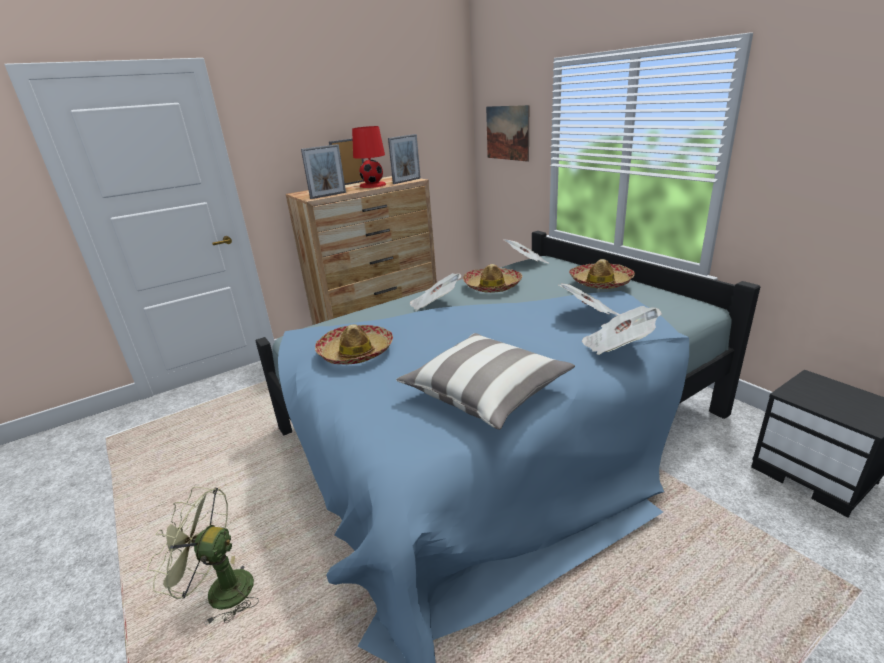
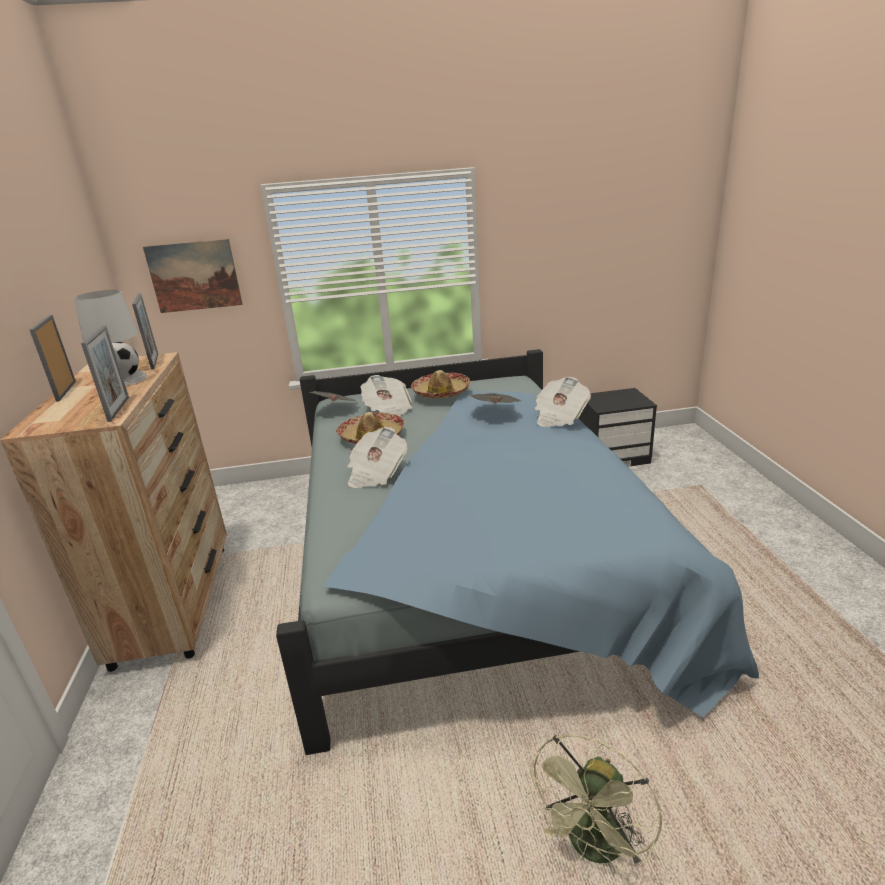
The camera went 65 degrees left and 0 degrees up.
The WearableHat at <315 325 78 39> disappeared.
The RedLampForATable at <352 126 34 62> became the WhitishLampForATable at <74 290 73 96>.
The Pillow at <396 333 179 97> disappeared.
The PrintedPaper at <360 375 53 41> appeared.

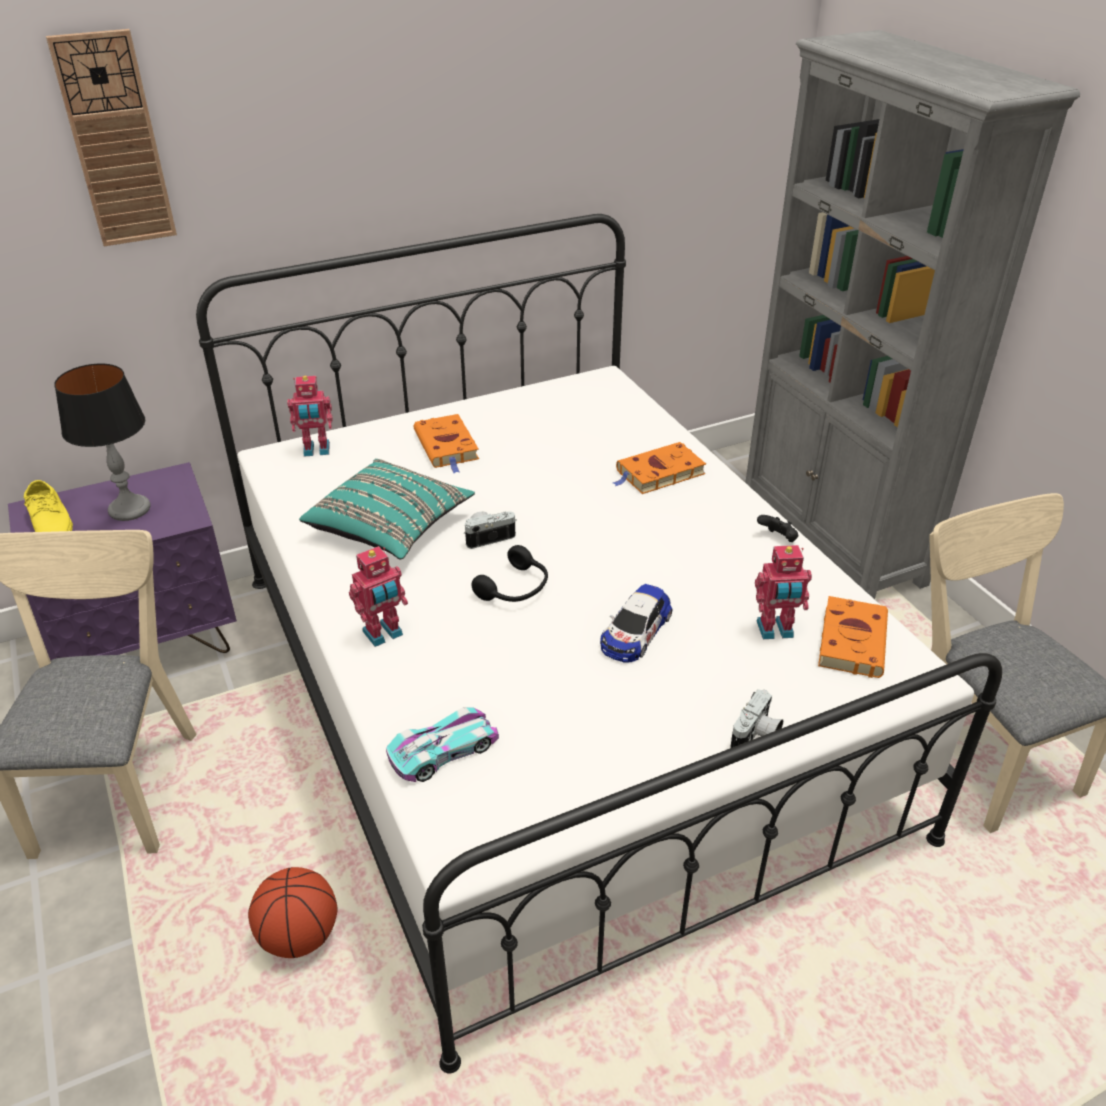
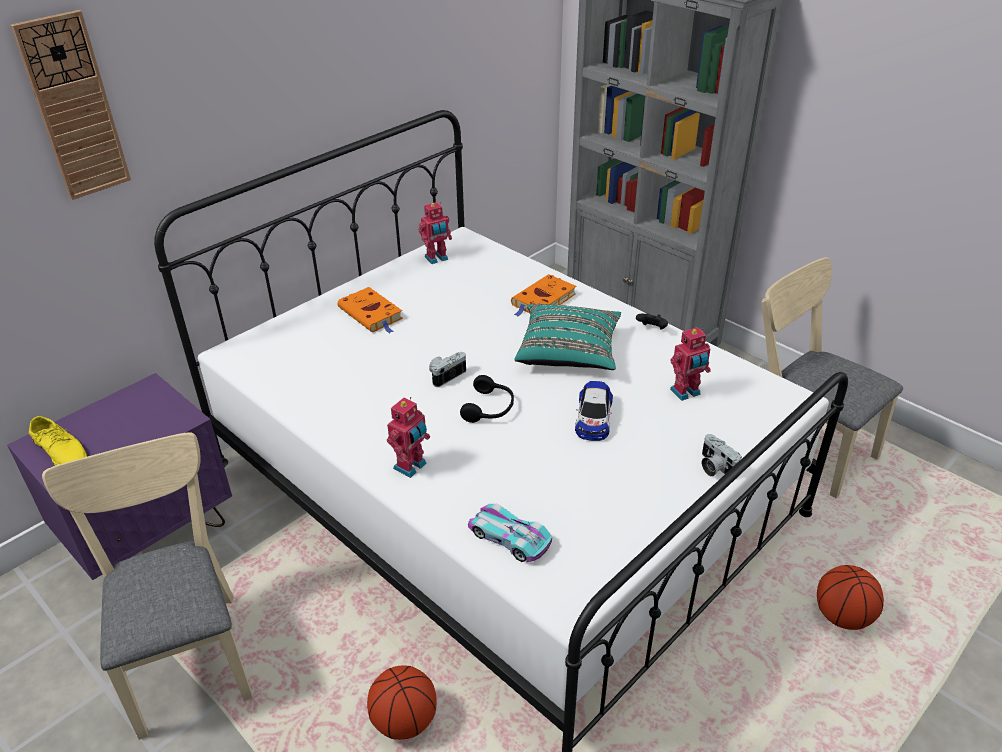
The camera went 20 degrees left and 0 degrees up.
The LampForATable at <54 364 96 157> disappeared.
The ToyRobot moved from <287 376 46 81> to <419 202 33 62>.
The TurquoiseColouredPillow moved from <299 459 176 101> to <514 304 107 66>.
The MiniatureCar at <386 707 113 75> turned 90 degrees counterclockwise.
The PhotoCamera at <730 689 53 59> turned 135 degrees clockwise.
The OrangeVolume at <818 596 70 82> disappeared.
The Basketball at <817 565 67 65> appeared.

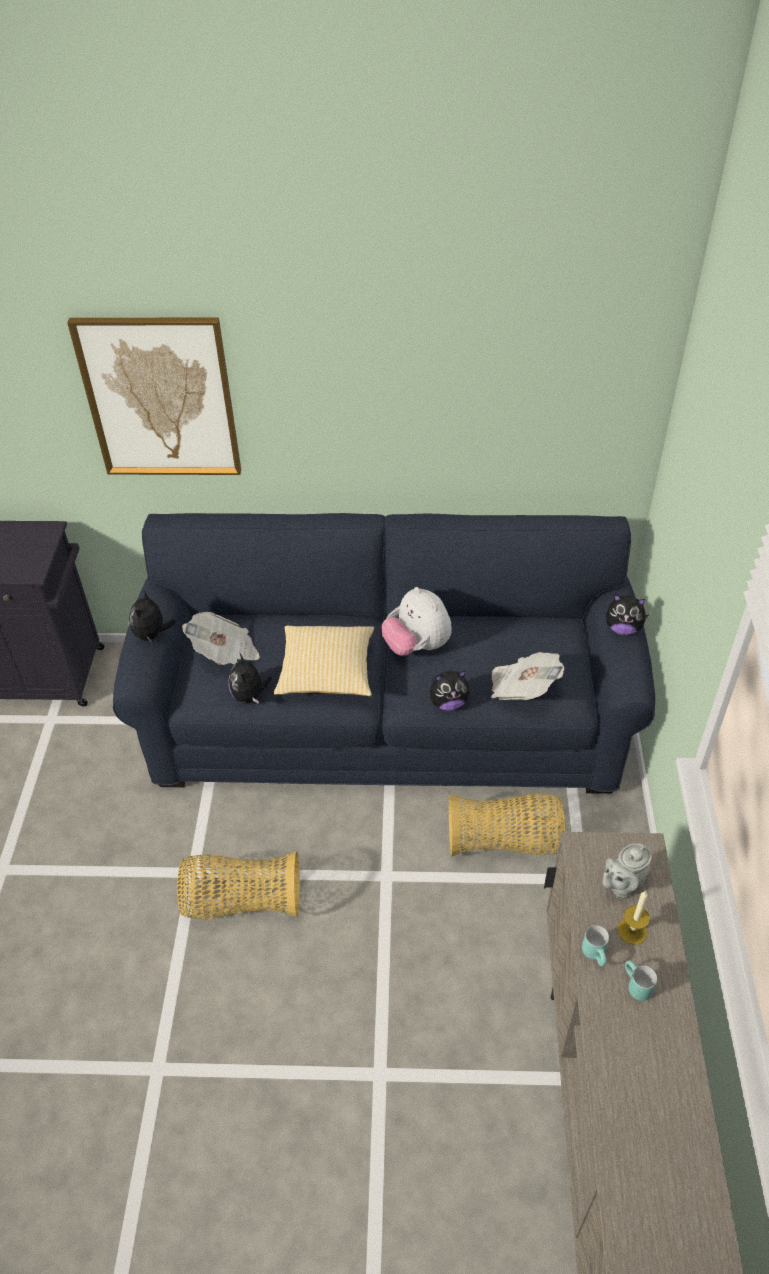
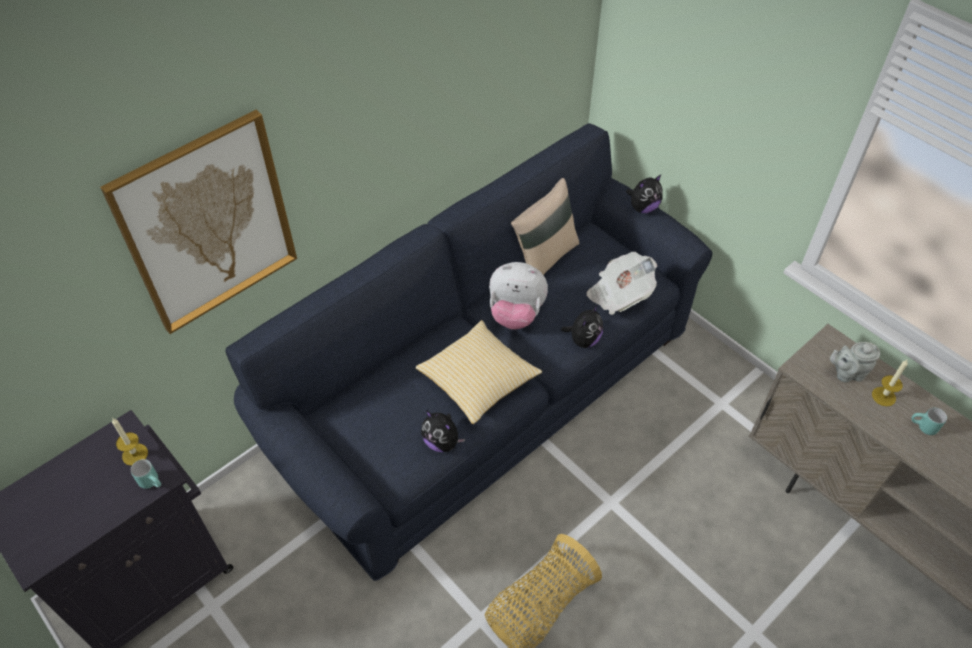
The camera went 45 degrees left and 5 degrees up.
The SoftToy at <129 591 46 51> disappeared.
The PrintedPaper at <182 612 78 53> disappeared.
The Basket at <449 793 117 64> disappeared.
The TurquoiseColouredTeaMug moved from <582 925 27 42> to <131 459 30 30>.
The GreyishTeapot at <603 843 49 56> turned 75 degrees clockwise.
The Candle at <112 418 36 48> appeared.
The BeigeColouredPillow at <511 178 68 97> appeared.

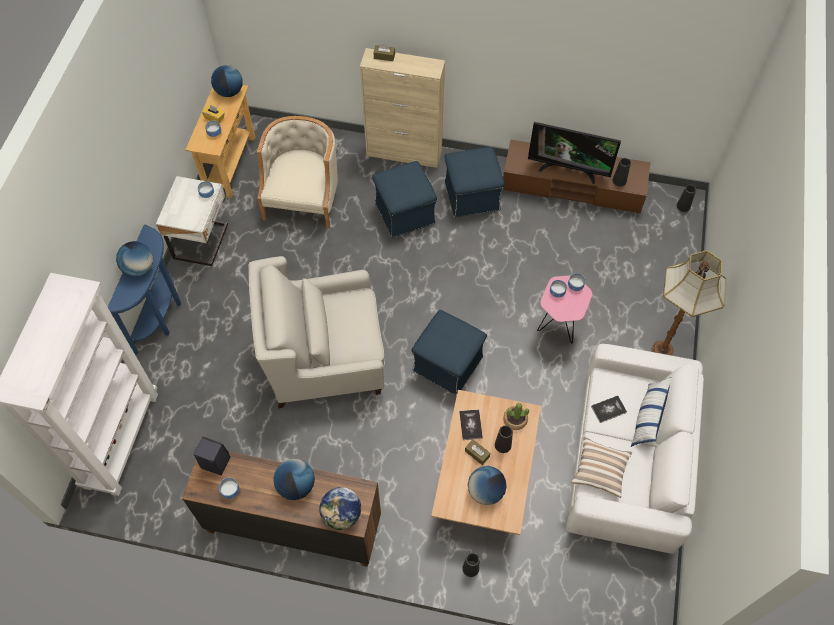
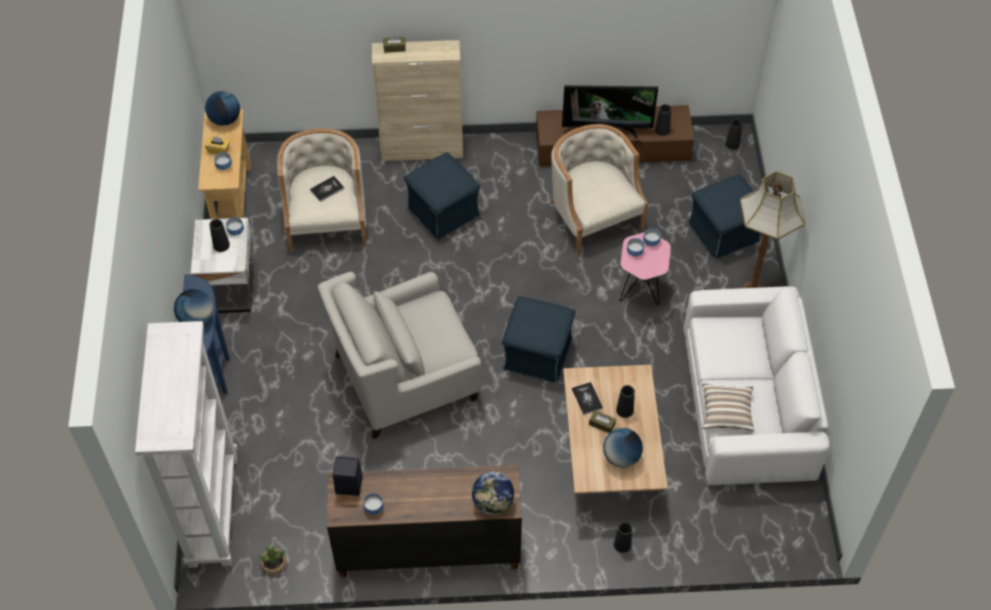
The camera went 15 degrees left and 5 degrees down.
The Globe at <273 459 42 41> disappeared.
The BluishFootrest moved from <445 147 60 71> to <688 174 73 86>.
The Houseplant moved from <503 403 26 27> to <260 545 27 30>.
The Volume moved from <591 396 36 27> to <310 176 34 26>.
The Pillow at <631 377 41 70> disappeared.
The BlackColouredFlowerVase at <210 219 20 33> appeared.
The BeigeColouredArmchair at <550 124 98 131> appeared.

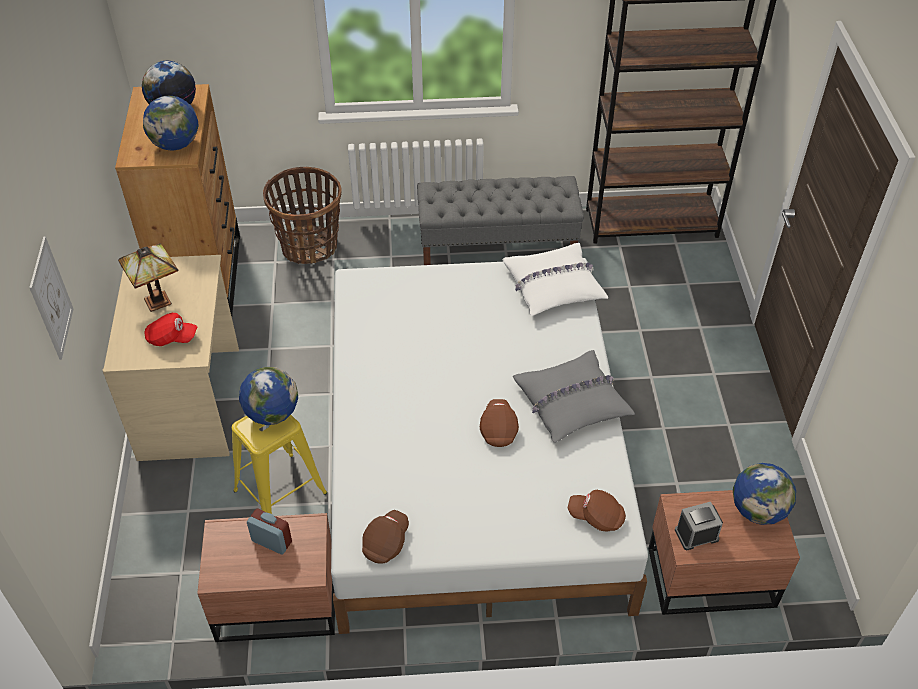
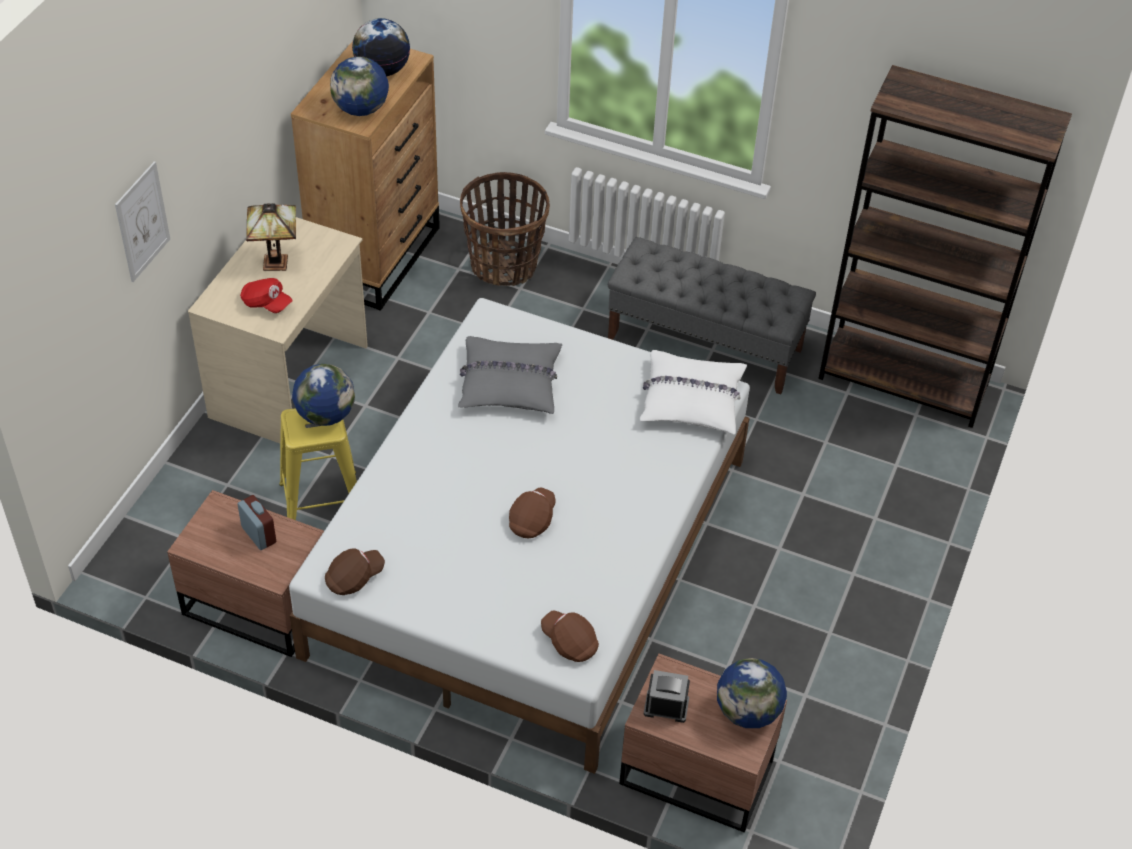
The camera went 25 degrees right and 0 degrees up.
The GreyishPillow moved from <513 350 122 93> to <458 336 104 78>.

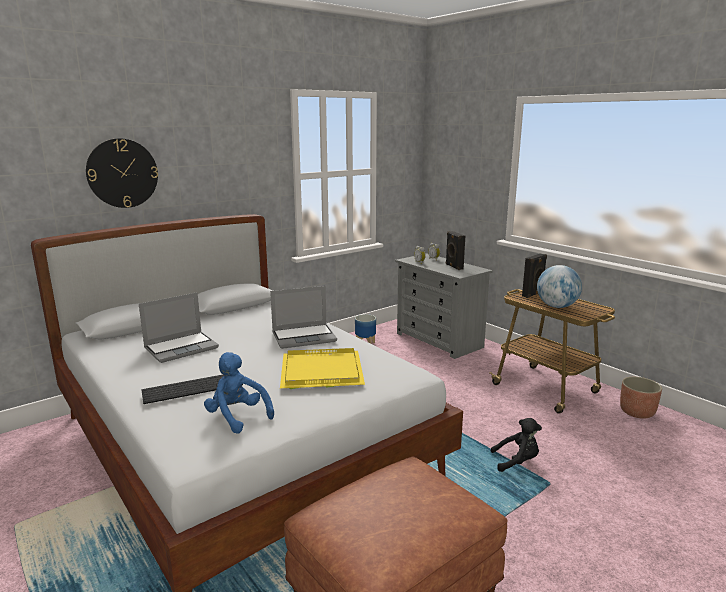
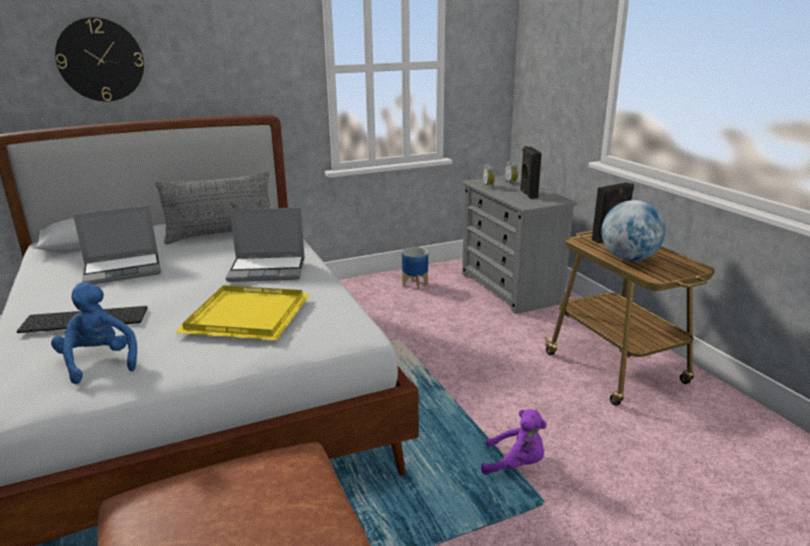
The camera went 15 degrees right and 5 degrees up.
The BlackColouredSoftToy at <491 418 51 54> became the PurplishSoftToy at <481 409 66 66>.
The PlantPot at <620 377 42 42> disappeared.
The GreyishPillow at <155 171 115 73> appeared.

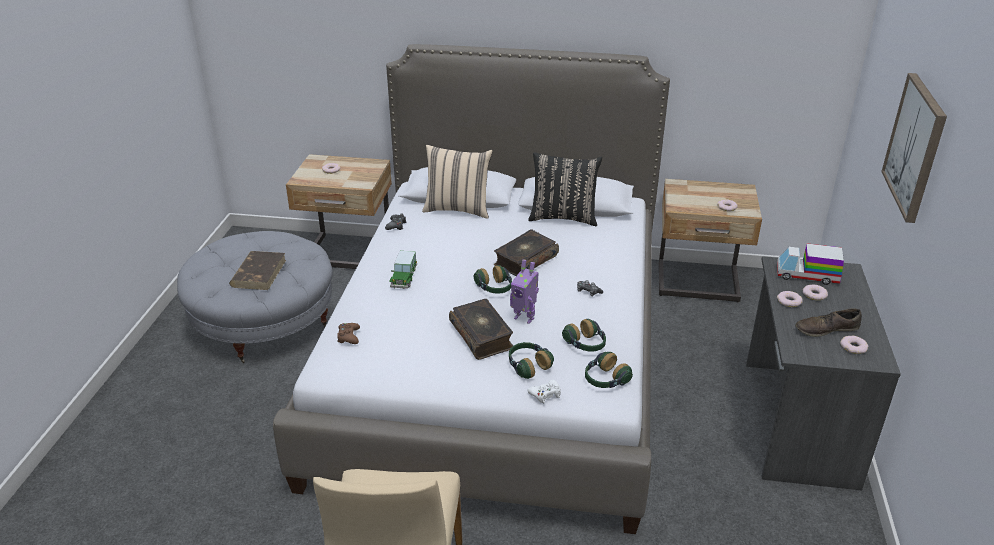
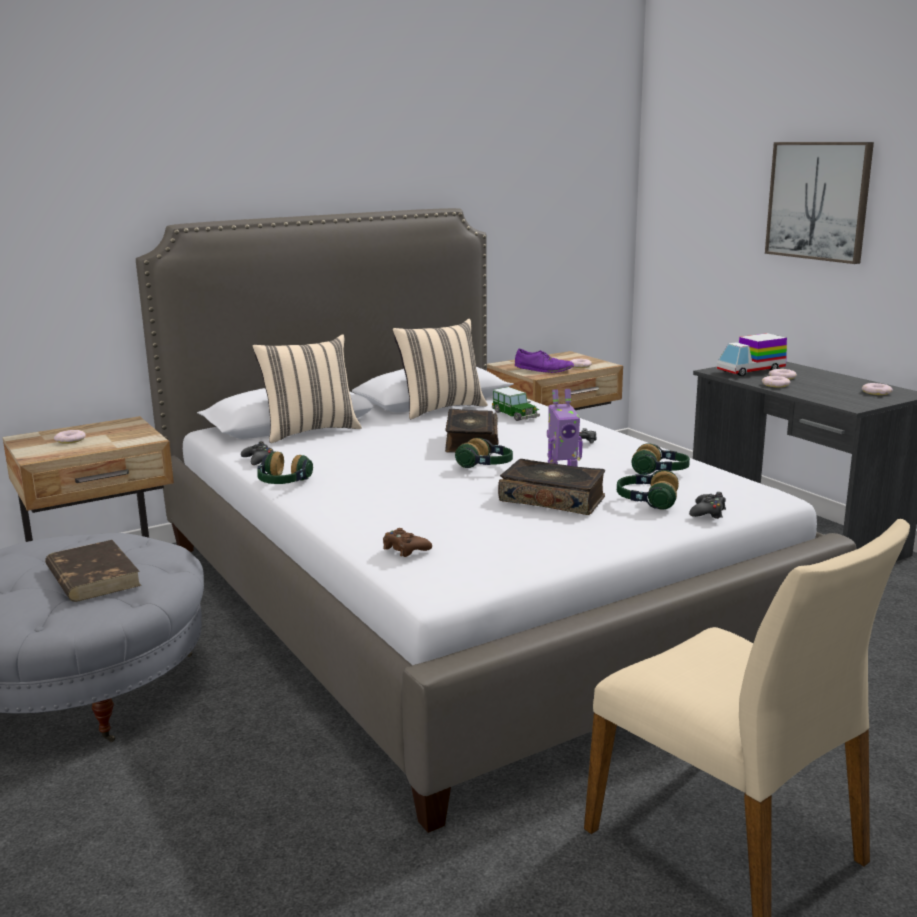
The camera went 40 degrees left and 15 degrees down.
The MiniatureCar moved from <389 251 28 38> to <492 387 48 34>.
The WhitishGameController at <527 380 34 24> became the BlackColouredGameController at <689 492 37 27>.
The BlackColouredPillow at <528 152 74 74> became the BeigeColouredPillow at <392 319 96 100>.
The Headset moved from <585 352 48 36> to <257 452 56 32>.
The BrownColouredItemOfFootwear at <795 308 67 29> disappeared.
The PurplishItemOfFootwear at <515 349 59 24> appeared.

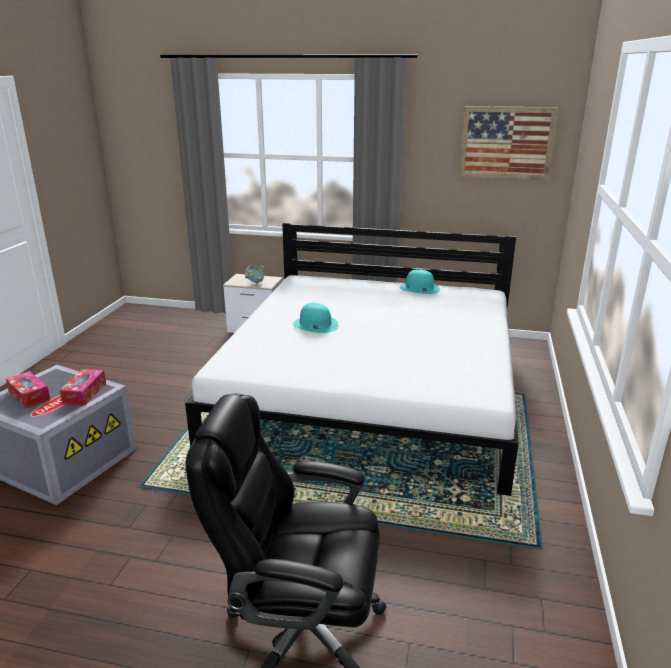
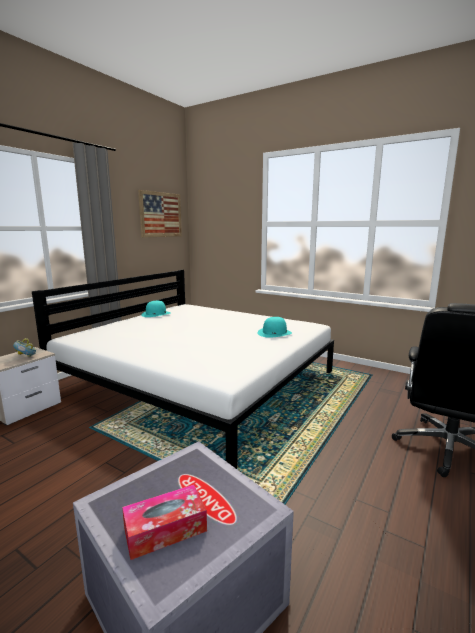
The camera went 70 degrees left and 10 degrees down.
The TissueHolder at <59 369 47 37> disappeared.
The TurquoiseColouredWearableHat moved from <293 303 46 30> to <257 317 35 21>.

